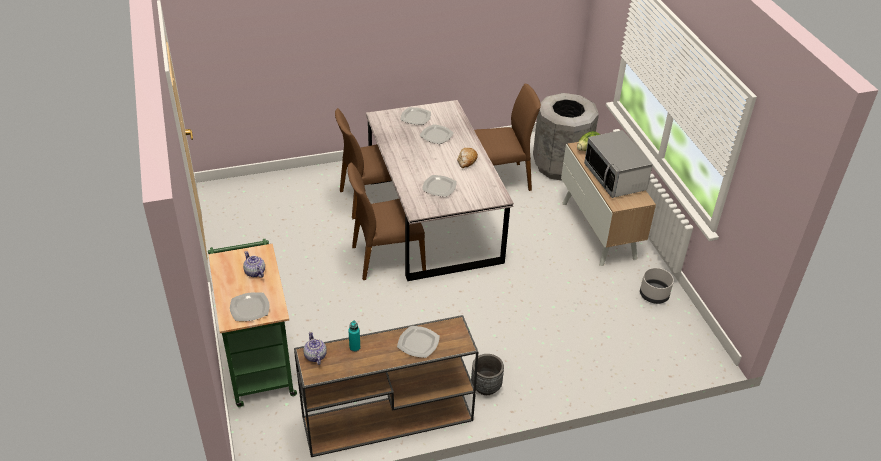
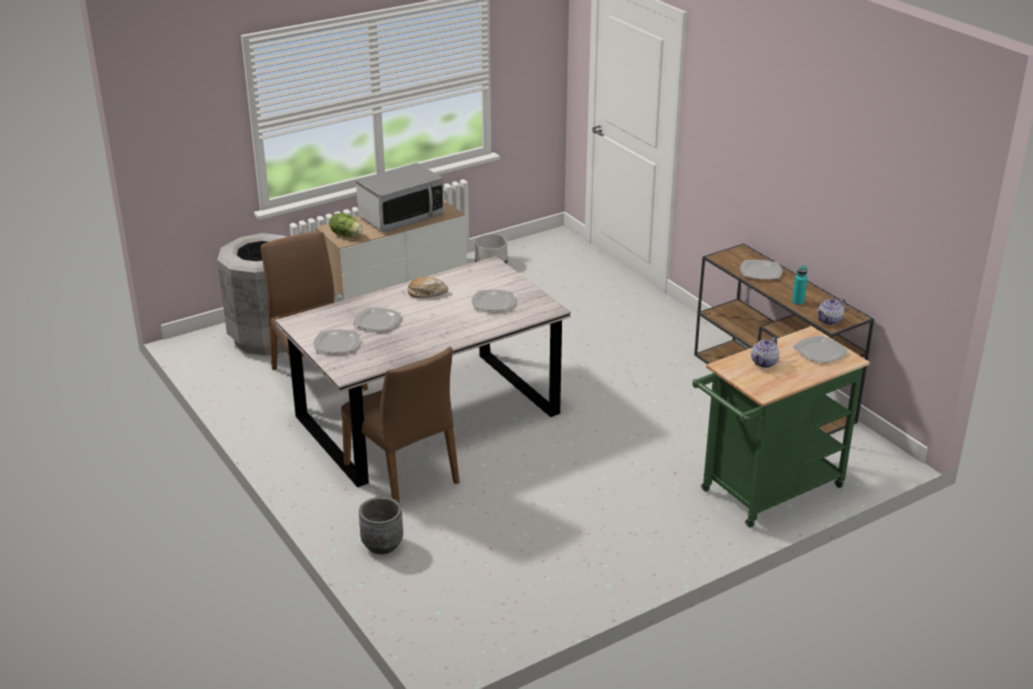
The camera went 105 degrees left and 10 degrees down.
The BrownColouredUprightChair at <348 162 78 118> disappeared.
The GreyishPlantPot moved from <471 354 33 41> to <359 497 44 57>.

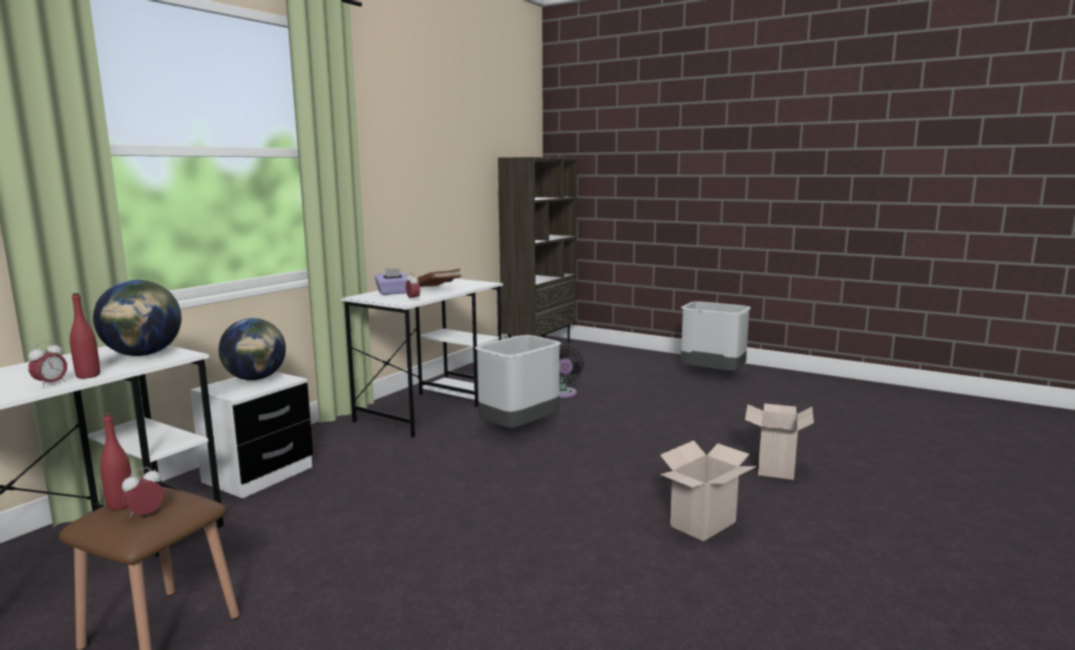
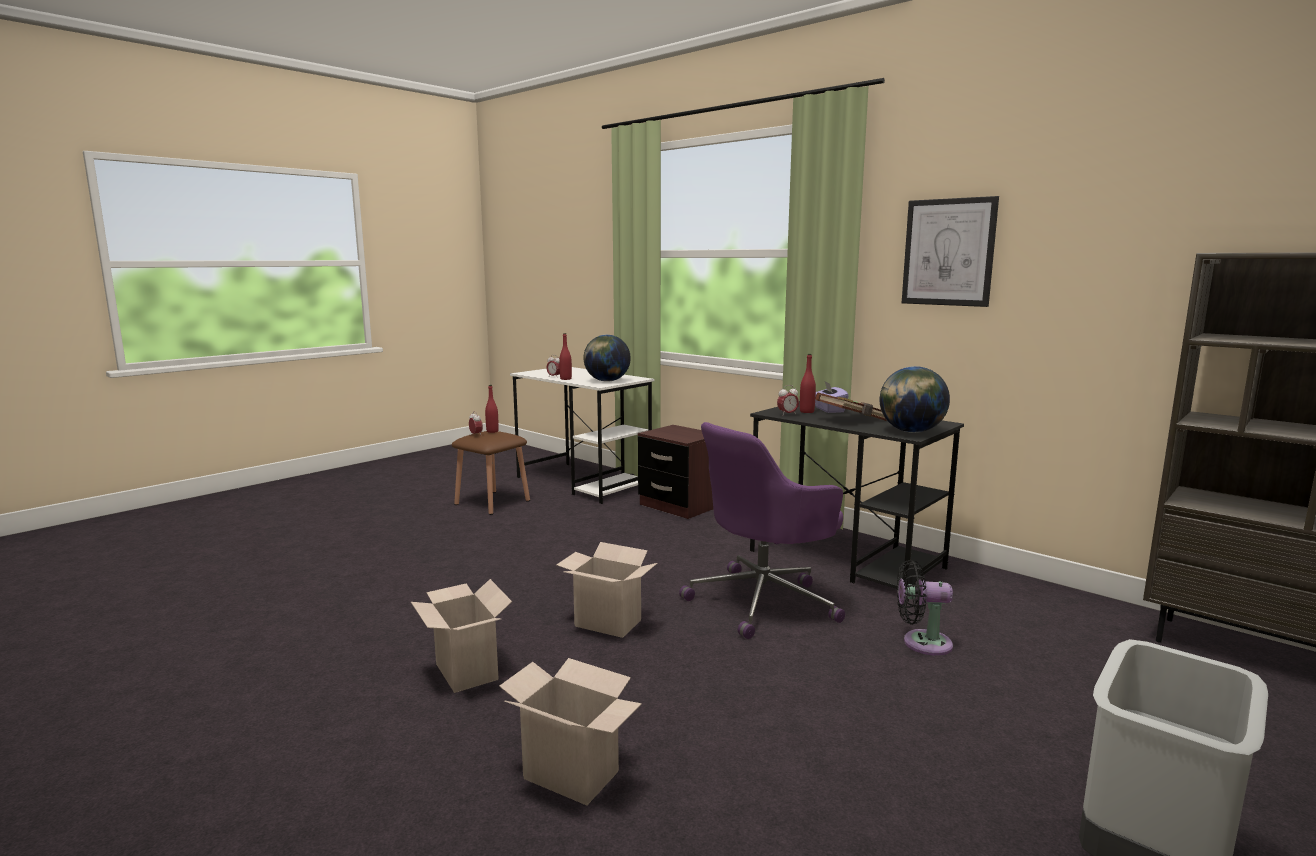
The camera went 100 degrees right and 0 degrees up.
The WhitishNightTable at <190 372 123 127> became the BrownColouredNightTable at <638 425 75 94>.
The Globe moved from <219 318 67 62> to <880 366 70 67>.
The WhitishDeskTable at <341 278 162 160> became the BlackColouredDeskTable at <750 401 214 188>.
The GreyishWasteBin at <475 335 86 93> was replaced by the PurplishOfficeChair at <679 422 166 217>.
The PackingBox at <556 542 101 96> appeared.
The RedDrinkBottle at <800 354 16 59> appeared.
The WallArt at <902 196 97 111> appeared.

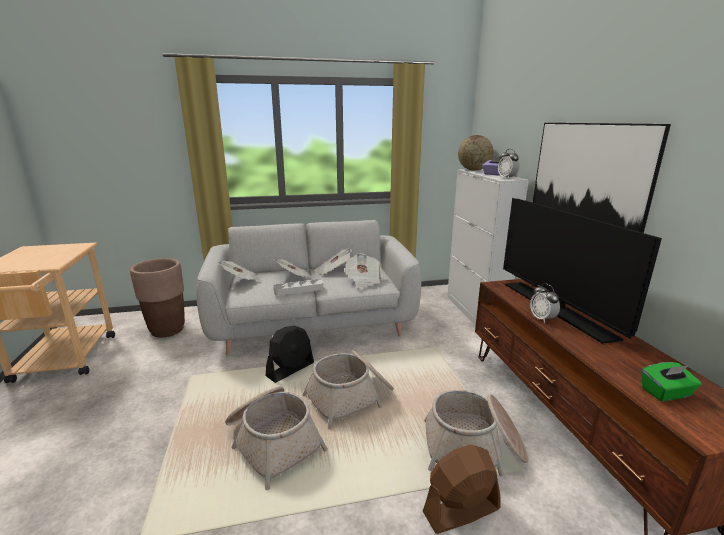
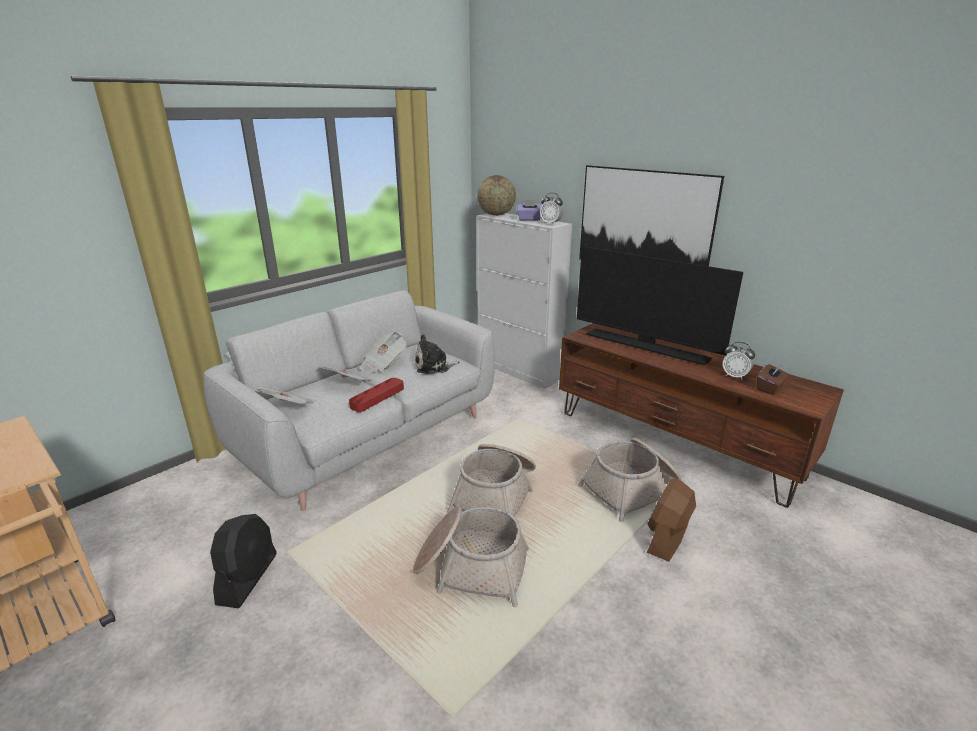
The camera went 35 degrees left and 5 degrees up.
The BrownColouredPlantPot at <130 258 55 79> disappeared.
The BlackColouredCoolingFan moved from <266 326 48 57> to <210 514 67 94>.
The GreyishCarryingTray at <273 279 50 17> became the RedCarryingTray at <349 378 55 34>.
The PrintedPaper at <344 253 37 36> was replaced by the SoftToy at <415 334 45 40>.
The BedsideClock moved from <530 283 30 40> to <723 342 32 38>.
The GreenColouredTissueHolder at <642 362 60 39> became the BrownColouredTissueHolder at <757 364 32 31>.

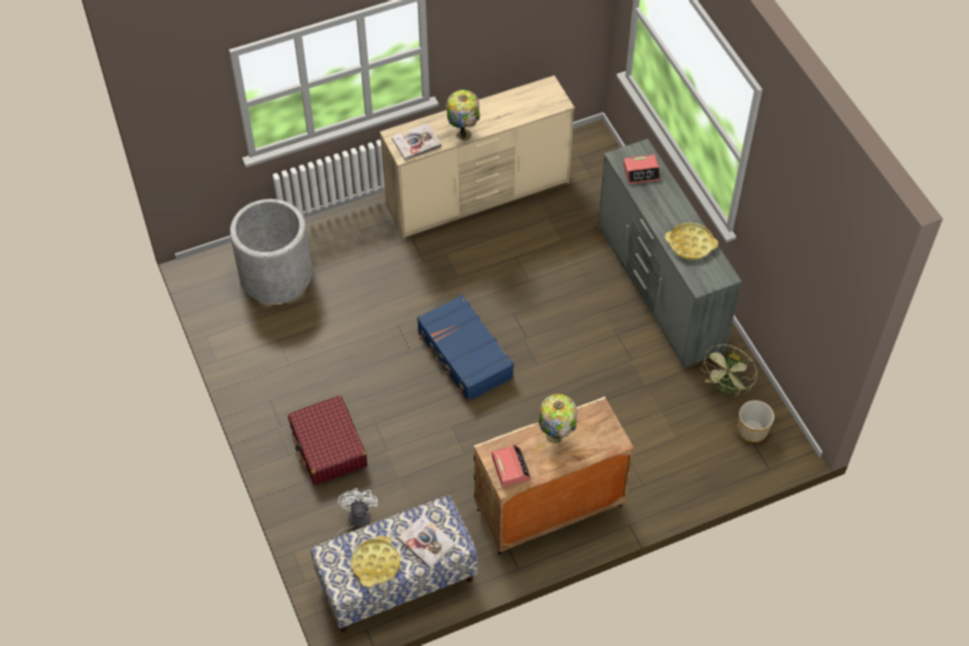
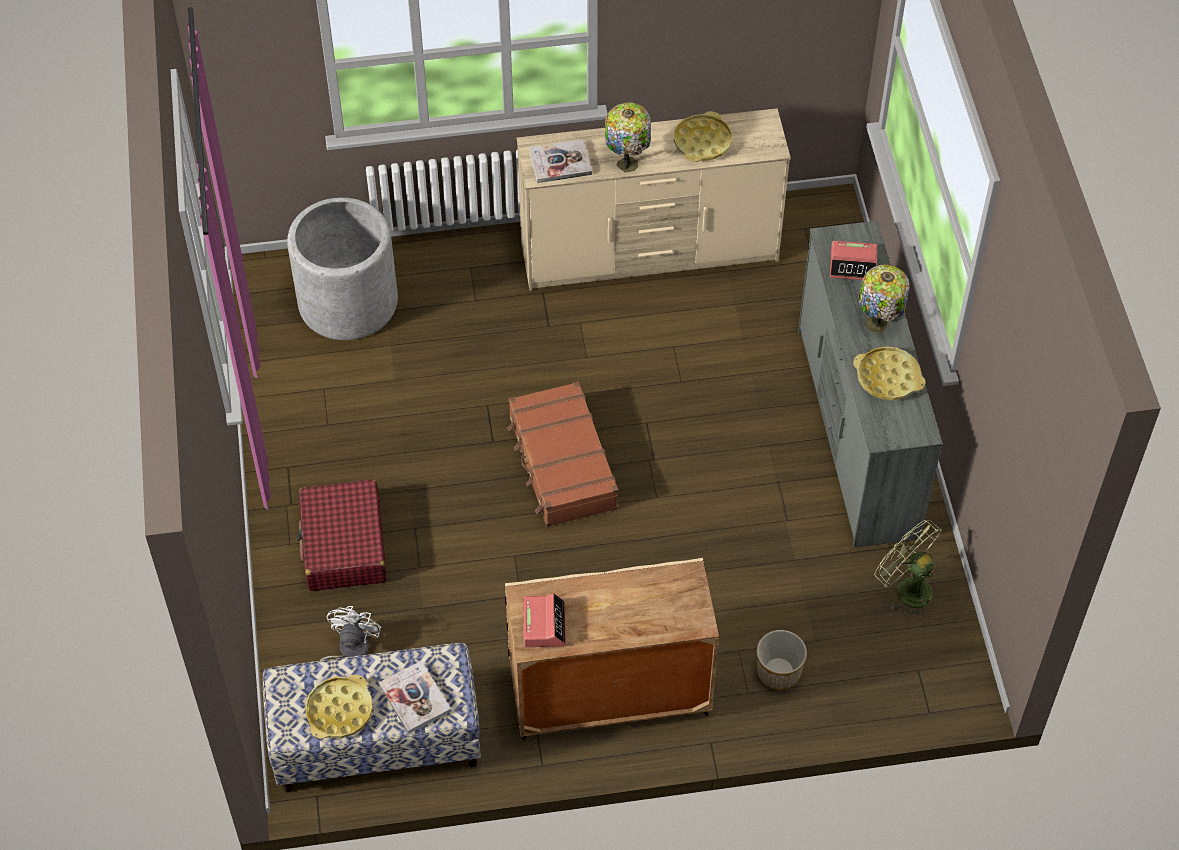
The camera went 15 degrees right and 0 degrees up.
The BluishPieceOfLuggage at <417 295 97 107> became the BrownColouredPieceOfLuggage at <507 381 111 146>.
The LampForATable moved from <539 394 38 50> to <858 265 52 68>.
The GreenColouredCoolingFan at <701 344 56 51> turned 90 degrees clockwise.
The PlantPot moved from <737 400 37 43> to <757 630 50 60>.
The YellowishCarryingTray at <674 111 58 51> appeared.

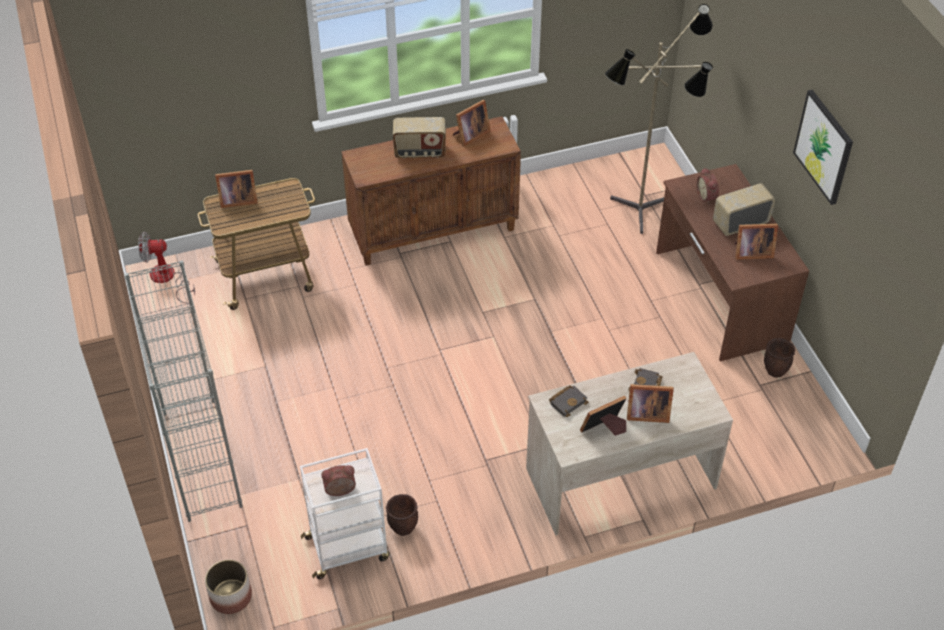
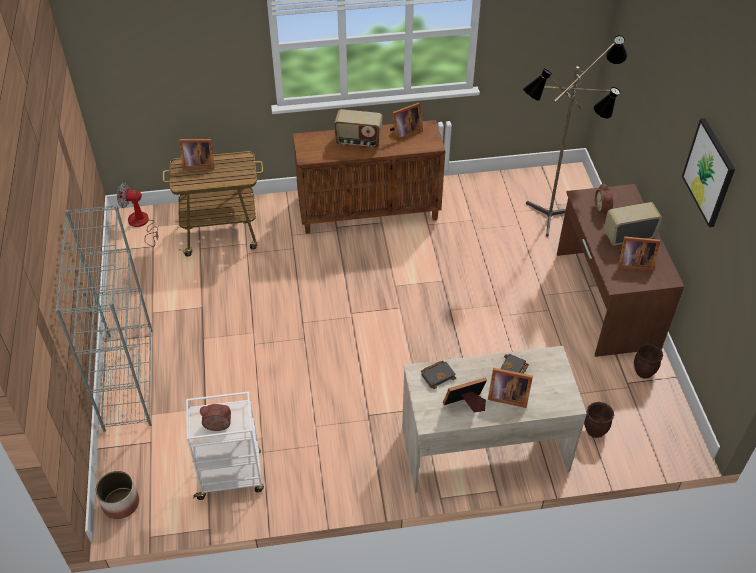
The camera went 10 degrees right and 0 degrees up.
The BrownColouredPlantPot moved from <386 494 32 42> to <584 402 30 36>.

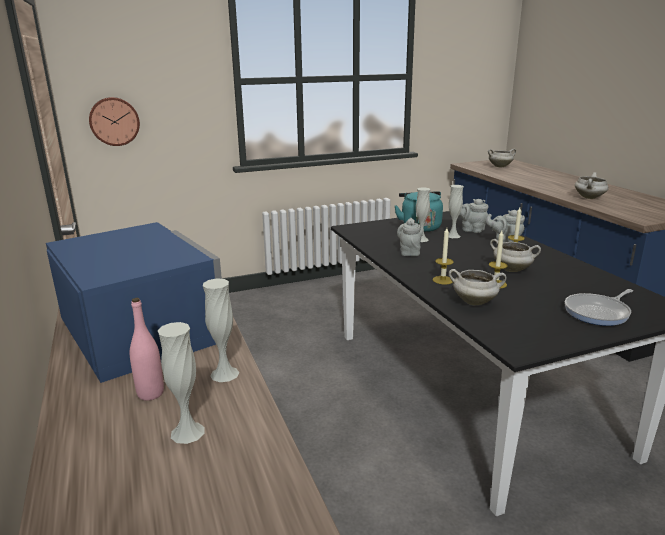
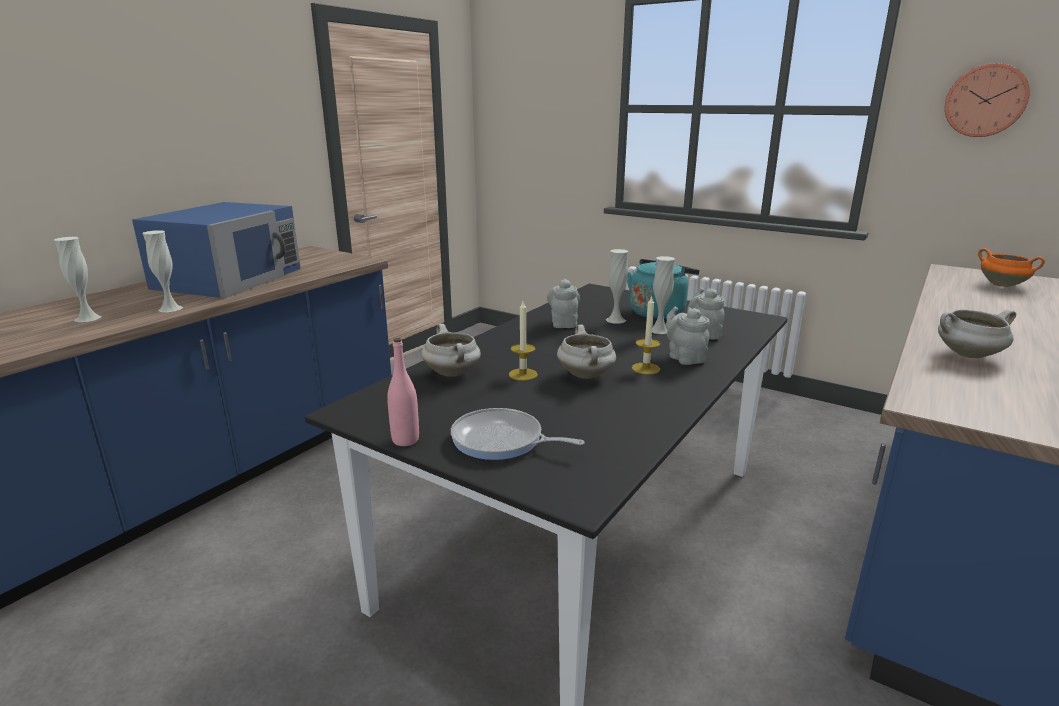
The camera went 55 degrees right and 0 degrees up.
The WallClock moved from <89 97 51 49> to <945 63 85 74>.
The PinkDrinkBottle moved from <130 298 34 103> to <387 338 32 108>.
The GreyishTeapot at <397 218 26 38> turned 60 degrees counterclockwise.
The Candle at <433 228 21 56> disappeared.
The WhitishCookingPot at <488 149 28 19> became the OrangeCookingPot at <978 248 67 39>.

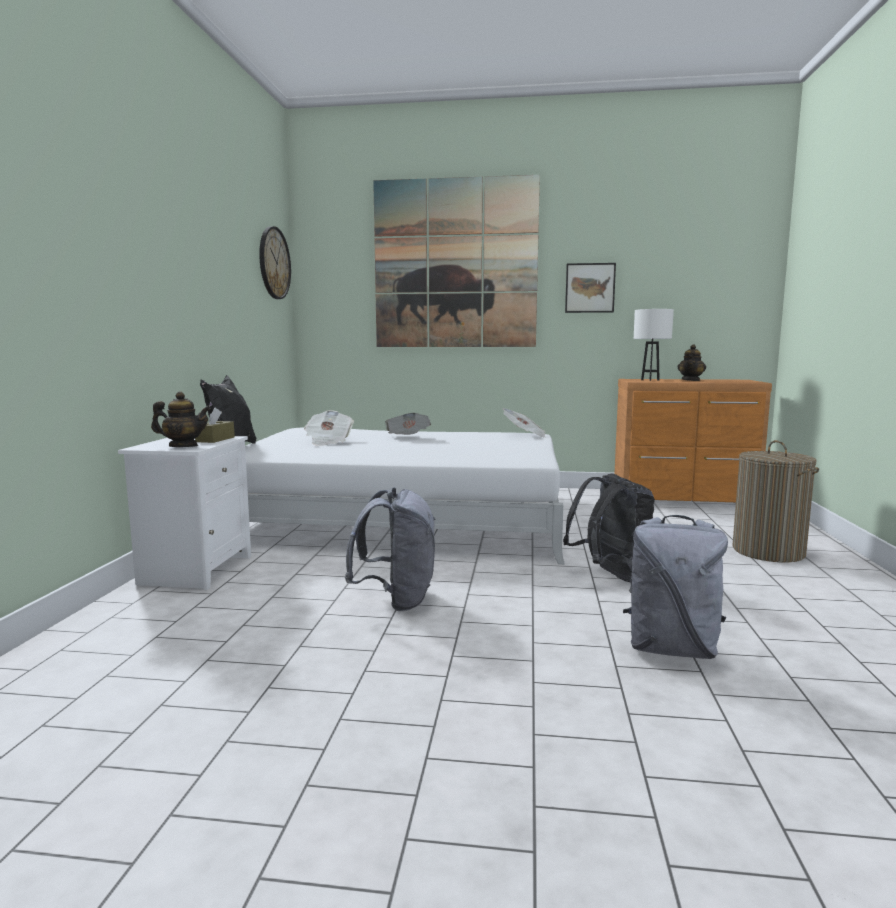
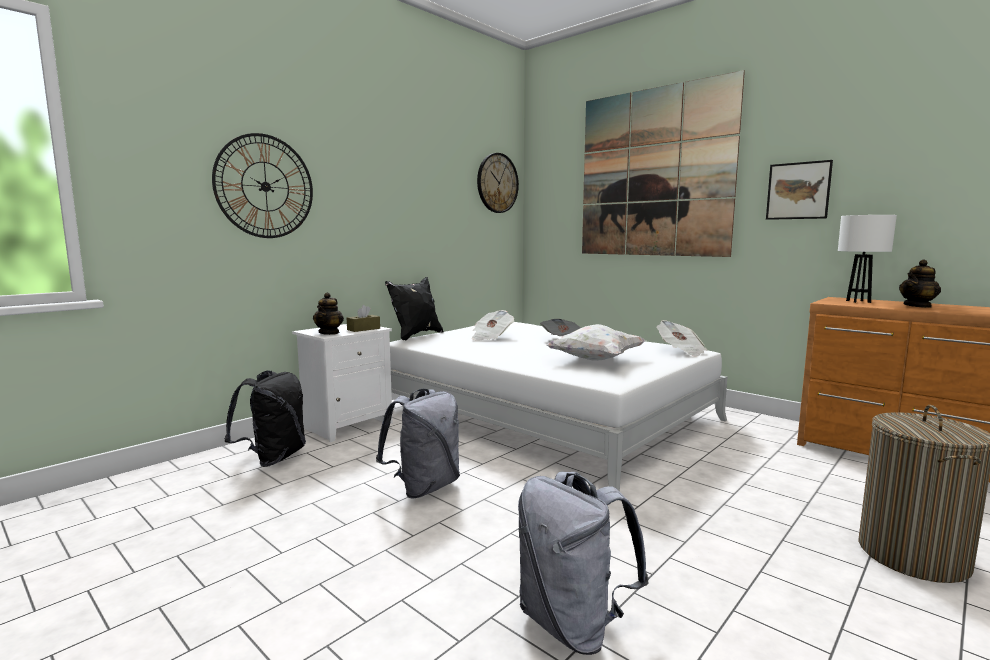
The camera went 35 degrees right and 0 degrees up.
The Teapot at <151 392 60 55> turned 60 degrees clockwise.
The BlackColouredRucksack moved from <563 474 92 108> to <224 370 82 97>.
The WallClock at <212 133 101 105> appeared.
The WhitishPillow at <546 324 100 37> appeared.

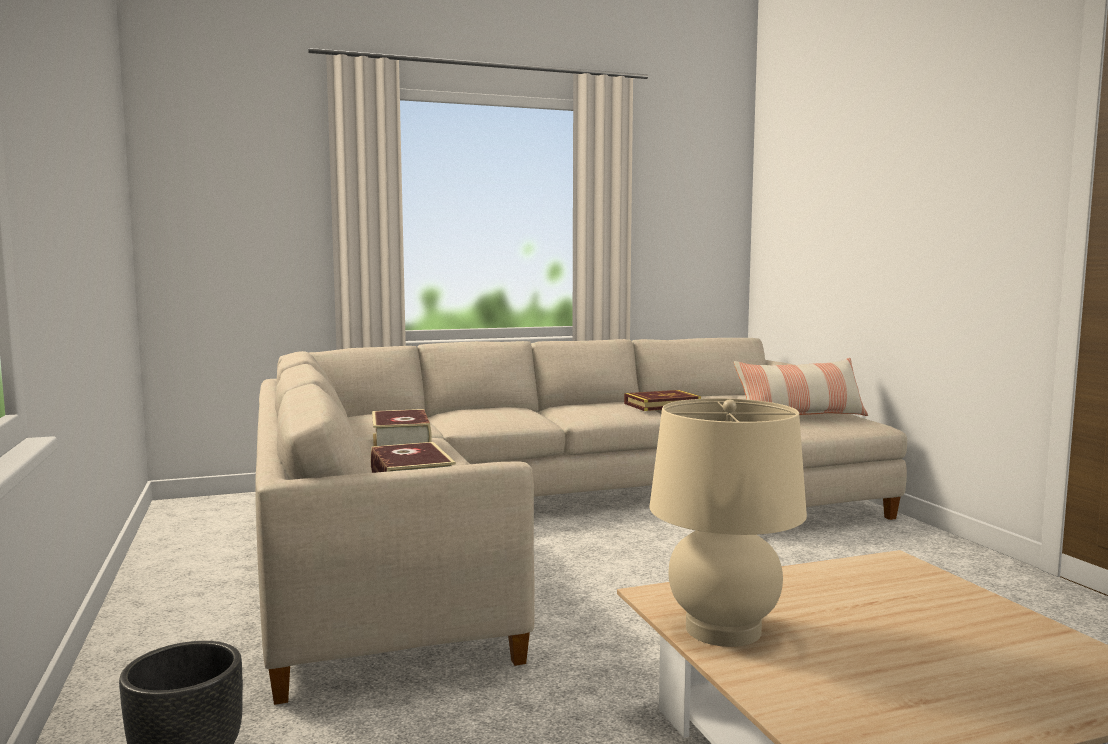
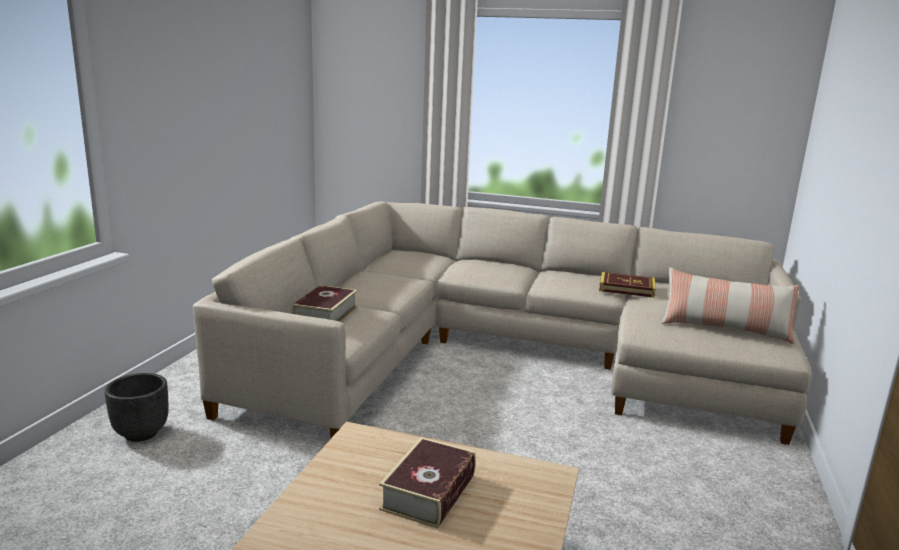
The camera went 35 degrees right and 10 degrees up.
The Volume moved from <372 409 60 37> to <379 437 97 91>.
The BeigeColouredLampForATable at <650 398 157 249> disappeared.

